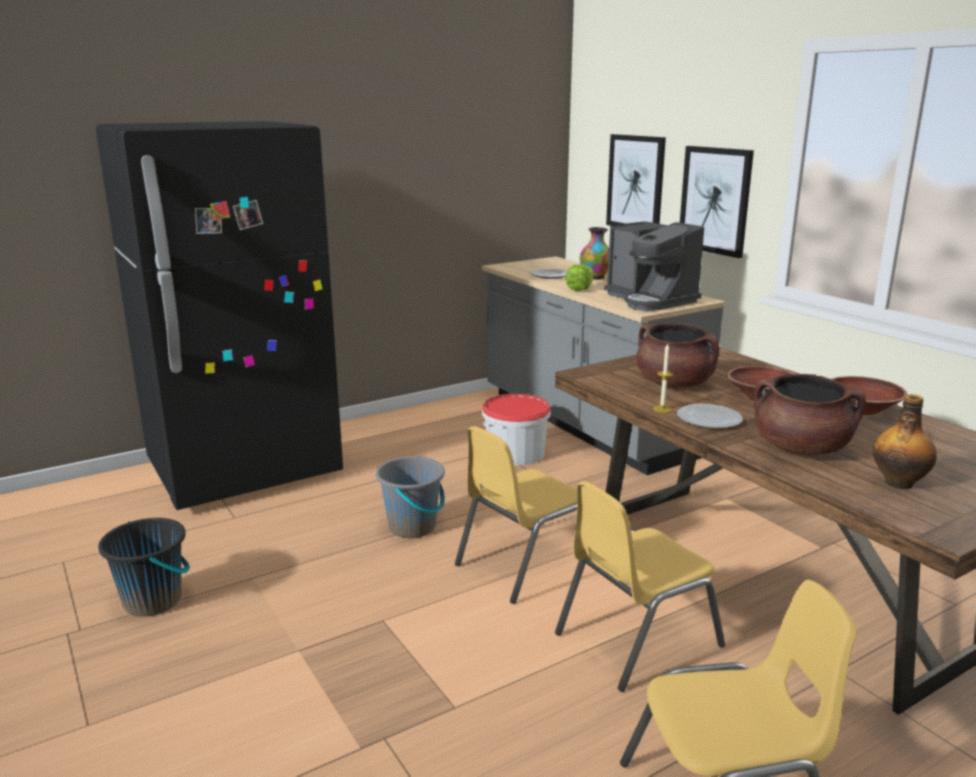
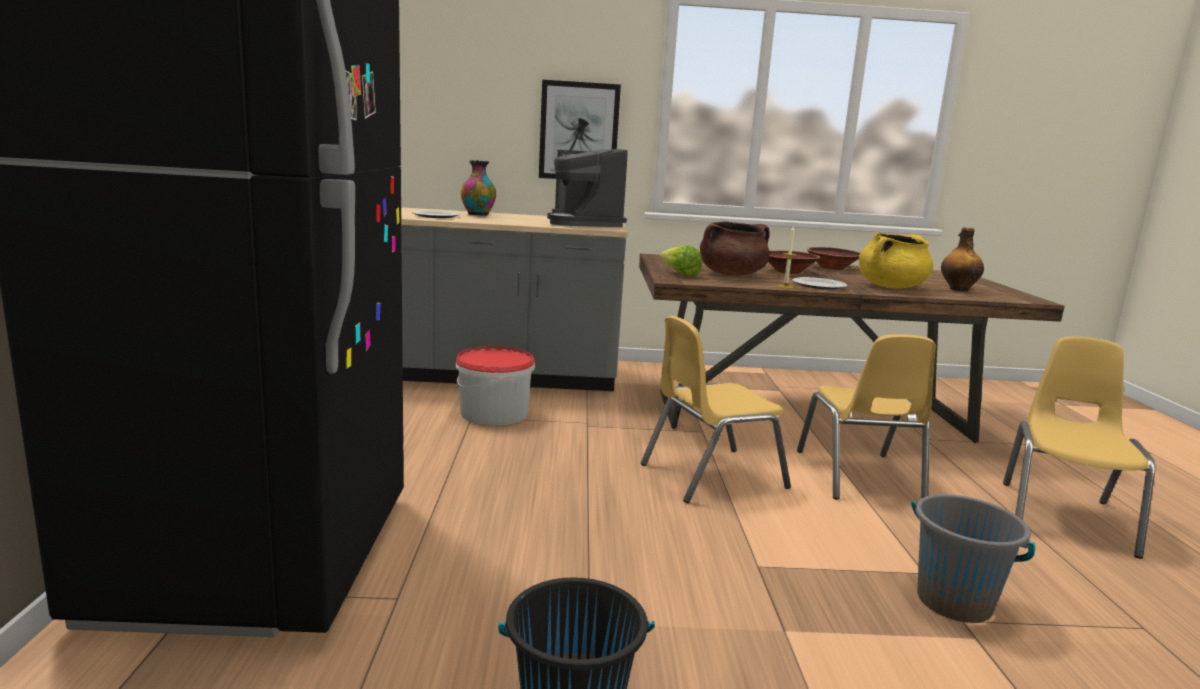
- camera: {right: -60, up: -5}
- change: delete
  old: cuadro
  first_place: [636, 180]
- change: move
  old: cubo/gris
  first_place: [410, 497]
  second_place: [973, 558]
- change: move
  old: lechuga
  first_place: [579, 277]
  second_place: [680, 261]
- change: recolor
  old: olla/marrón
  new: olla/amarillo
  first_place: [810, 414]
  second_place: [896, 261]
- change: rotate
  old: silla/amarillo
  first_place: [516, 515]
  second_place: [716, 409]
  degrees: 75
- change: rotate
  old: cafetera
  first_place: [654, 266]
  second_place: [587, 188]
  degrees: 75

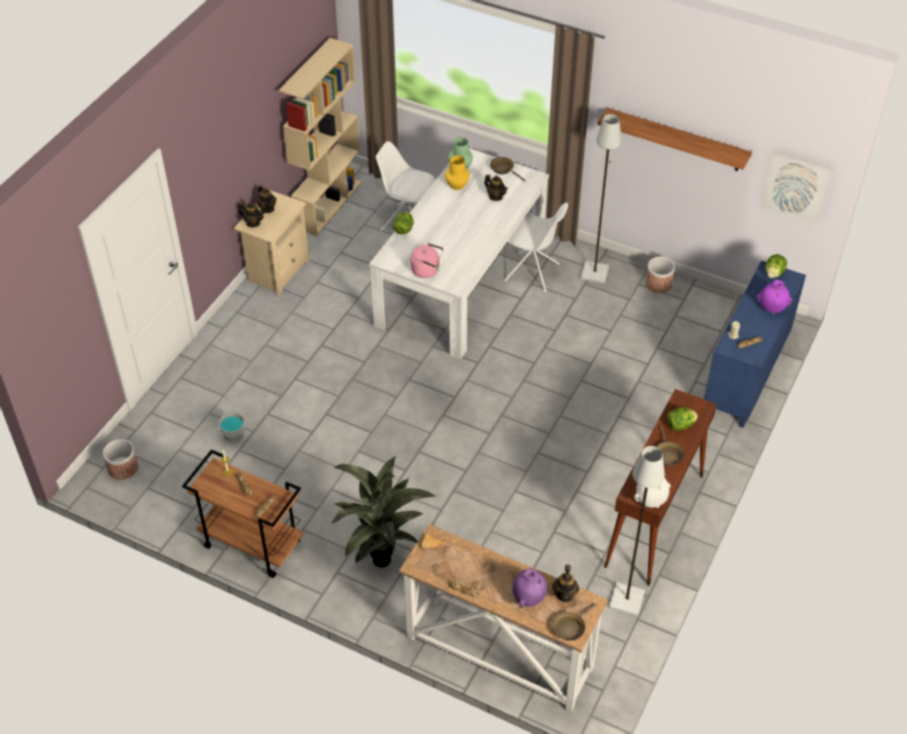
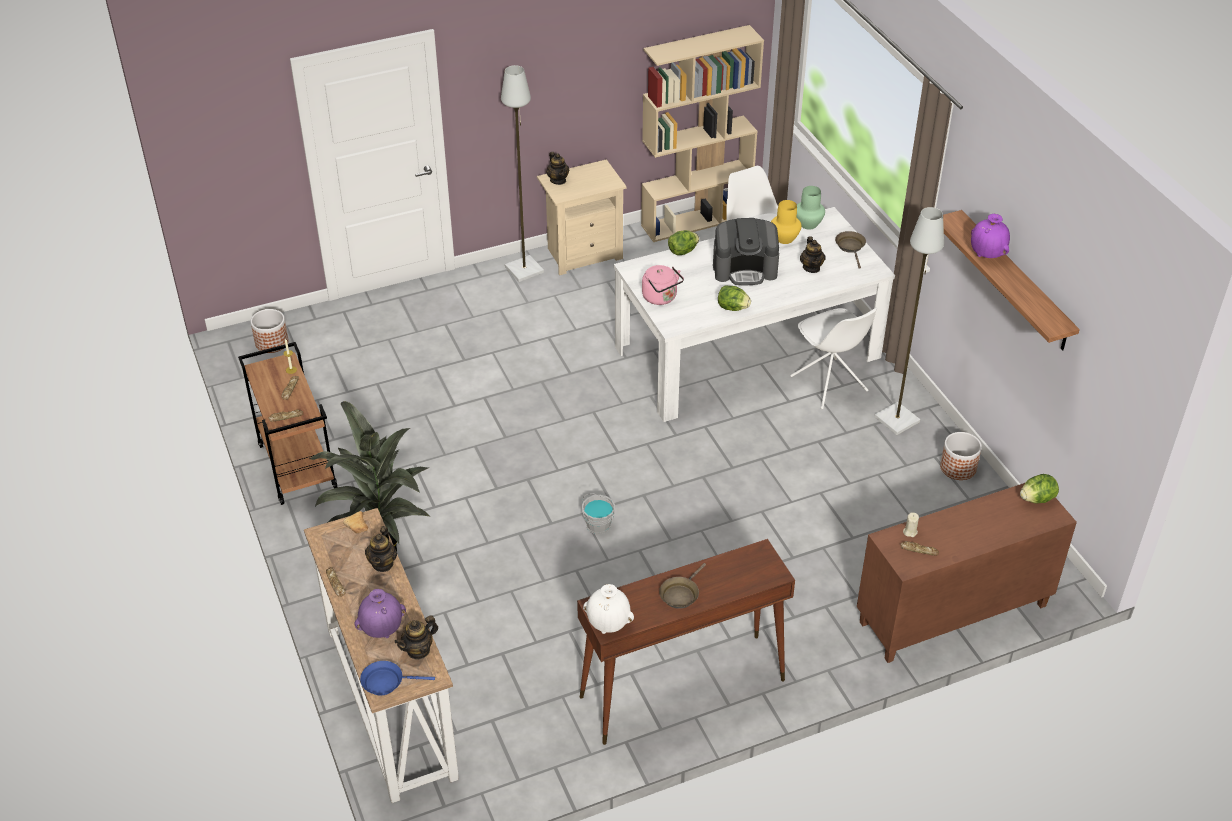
- camera: {right: 40, up: -5}
- change: delete
  old: cuadro
  first_place: [796, 187]
- change: insert
  new: cafetera
  second_place: [746, 251]
- change: move
  old: cubo/gris
  first_place: [231, 428]
  second_place: [598, 513]
- change: move
  old: tetera
  first_place: [266, 199]
  second_place: [381, 549]
- change: move
  old: lámpara de pie/gris
  first_place: [637, 531]
  second_place: [522, 173]
- change: move
  old: lechuga
  first_place: [682, 419]
  second_place: [734, 298]
- change: move
  old: florero/morado
  first_place: [774, 297]
  second_place: [990, 236]
- change: recolor
  old: sartén/marrón
  new: sartén/azul
  first_place: [574, 621]
  second_place: [397, 678]
- change: recolor
  old: armario/azul
  new: armario/marrón
  first_place: [755, 344]
  second_place: [967, 573]

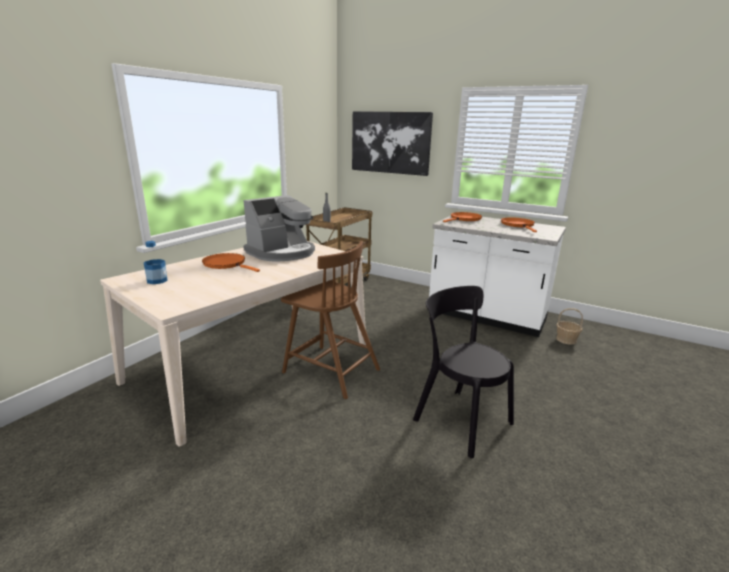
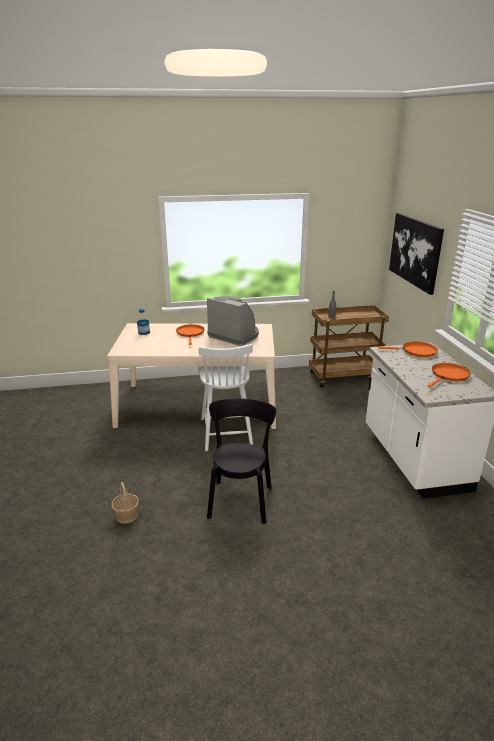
- camera: {right: 50, up: 5}
- change: move
  old: cesta
  first_place: [569, 326]
  second_place: [125, 503]
- change: recolor
  old: silla/marrón
  new: silla/blanco
  first_place: [330, 320]
  second_place: [225, 397]
- change: rotate
  old: cafetera
  first_place: [279, 228]
  second_place: [233, 321]
  degrees: -150

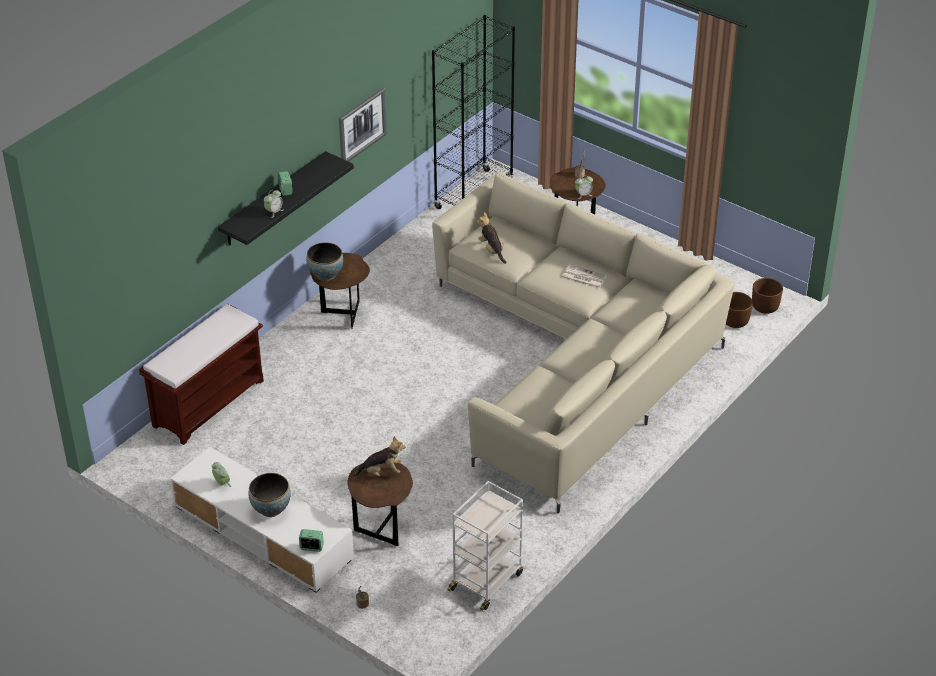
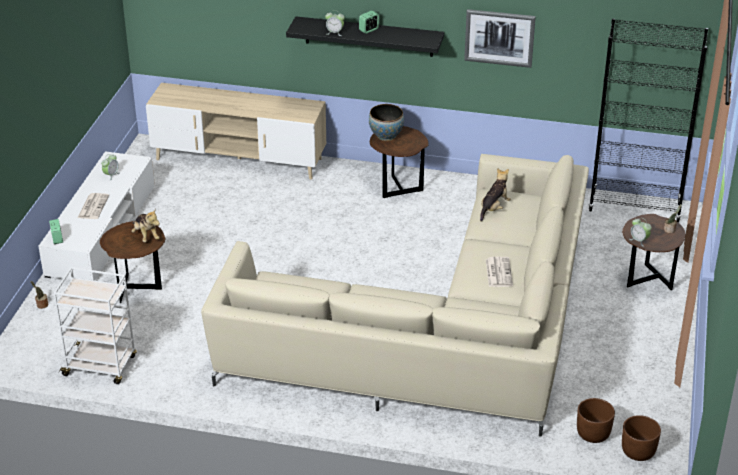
- camera: {right: 65, up: -5}
- change: replace
  old: banco/marrón
  new: mueble de televisión/beis
  first_place: [201, 374]
  second_place: [236, 131]
- change: replace
  old: cuenco
  new: periódico
  first_place: [269, 495]
  second_place: [93, 206]

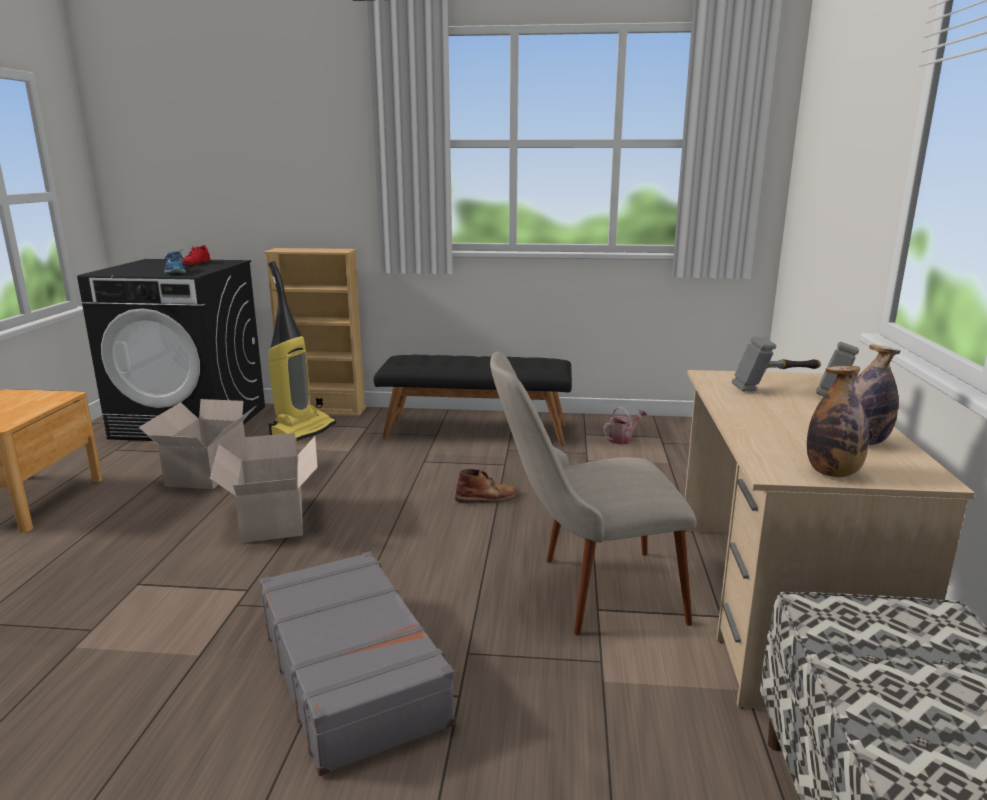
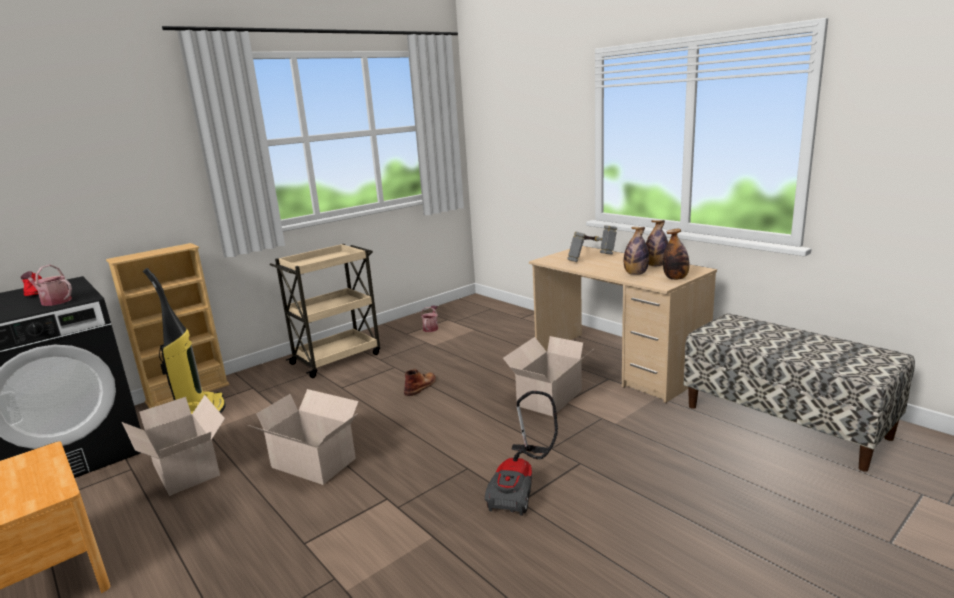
- camera: {right: -45, up: 0}
- change: insert
  new: botella
  second_place: [636, 251]
- change: replace
  old: zapato
  new: regadera
  first_place: [175, 261]
  second_place: [46, 285]
- change: replace
  old: maleta/gris
  new: aspiradora
  first_place: [357, 663]
  second_place: [521, 453]
- change: replace
  old: banco/negro
  new: carrito/beis
  first_place: [473, 400]
  second_place: [325, 311]
- change: replace
  old: silla/beis
  new: caja de cartón
  first_place: [593, 493]
  second_place: [547, 376]

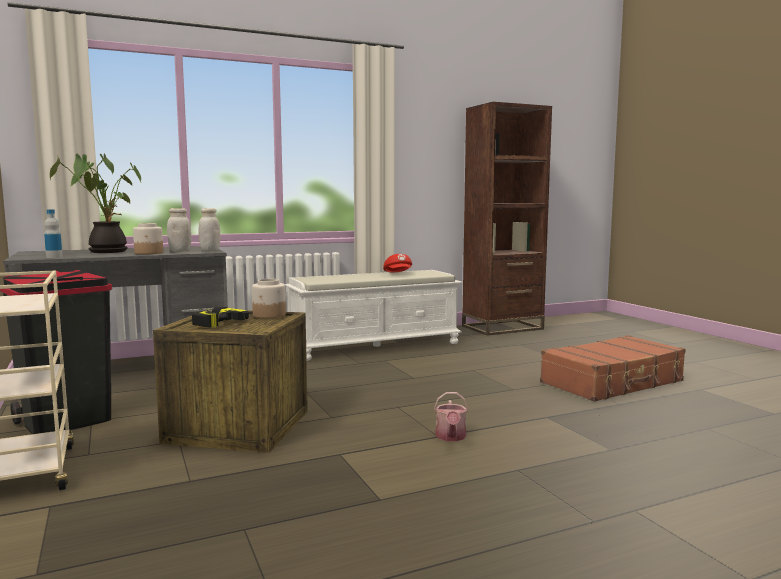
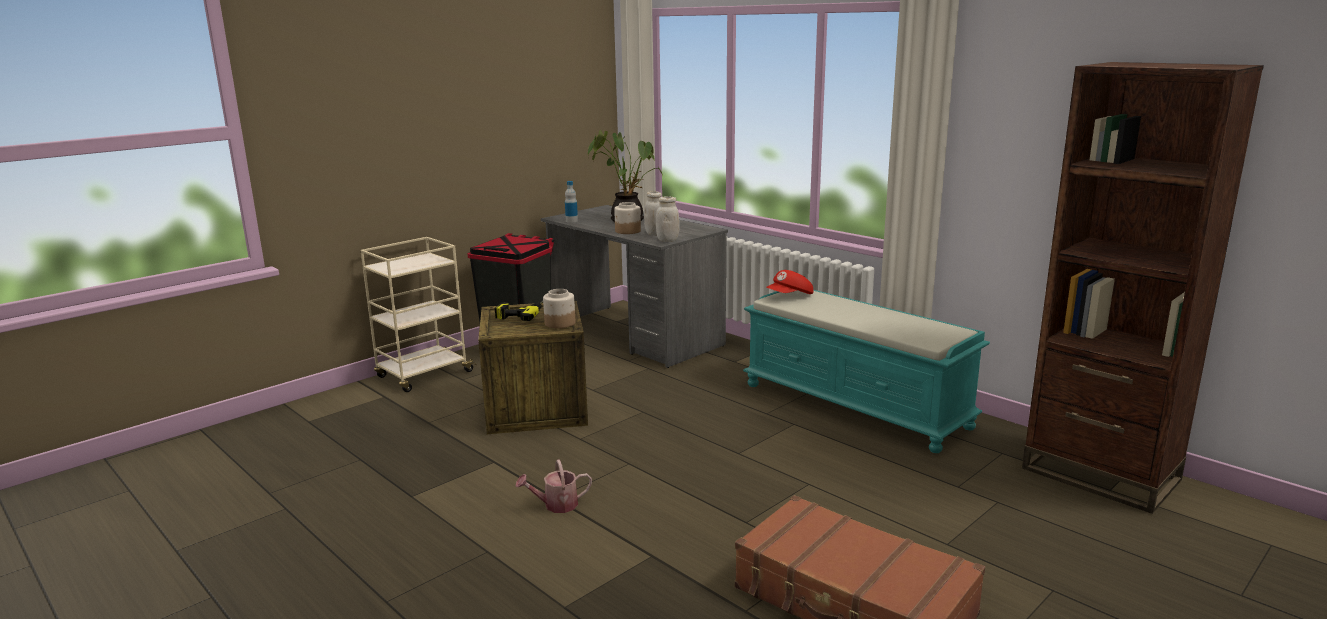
- camera: {right: 70, up: 10}
- change: move
  old: gorra/rojo
  first_place: [397, 263]
  second_place: [790, 282]
- change: recolor
  old: banco/blanco
  new: banco/turquesa
  first_place: [374, 315]
  second_place: [866, 371]

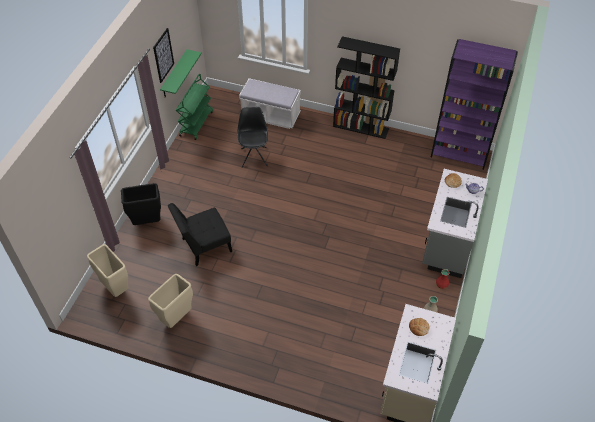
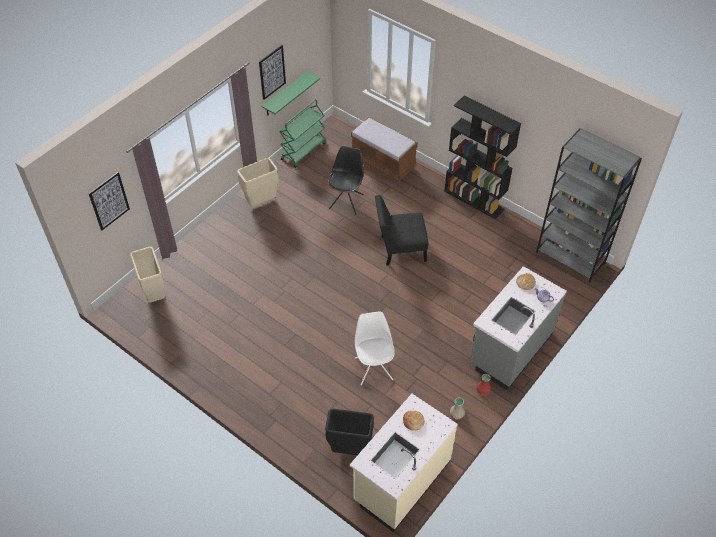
- camera: {right: 20, up: 0}
- change: insert
  new: cuadro
  second_place: [109, 201]
- change: insert
  new: silla/blanco
  second_place: [375, 348]
- change: move
  old: papelera/negro
  first_place: [141, 204]
  second_place: [349, 432]
- change: move
  old: papelera/beis
  first_place: [170, 301]
  second_place: [258, 182]
- change: move
  old: silla/negro
  first_place: [200, 234]
  second_place: [401, 230]
- change: recolor
  old: banco/blanco
  new: banco/marrón
  first_place: [270, 103]
  second_place: [384, 149]
- change: recolor
  old: estantería/morado
  new: estantería/gris
  first_place: [474, 104]
  second_place: [589, 205]

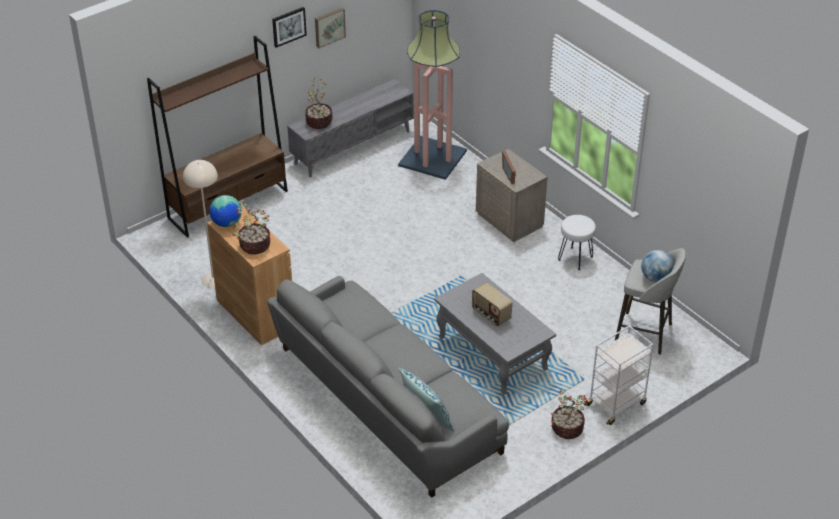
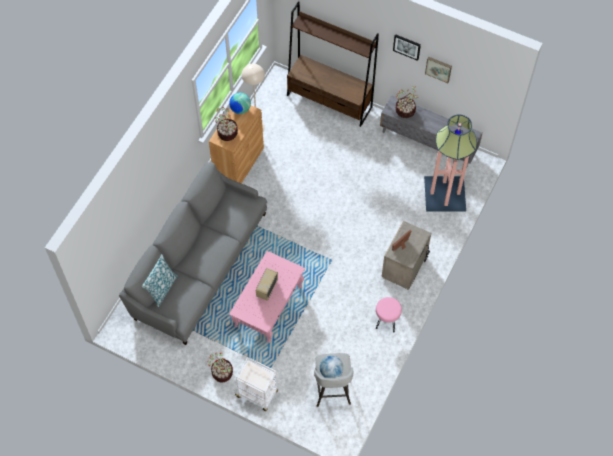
- camera: {right: 65, up: 20}
- change: recolor
  old: mesa de centro/gris
  new: mesa de centro/rosa
  first_place: [495, 334]
  second_place: [267, 297]
- change: recolor
  old: taburete/blanco
  new: taburete/rosa
  first_place: [577, 242]
  second_place: [389, 314]

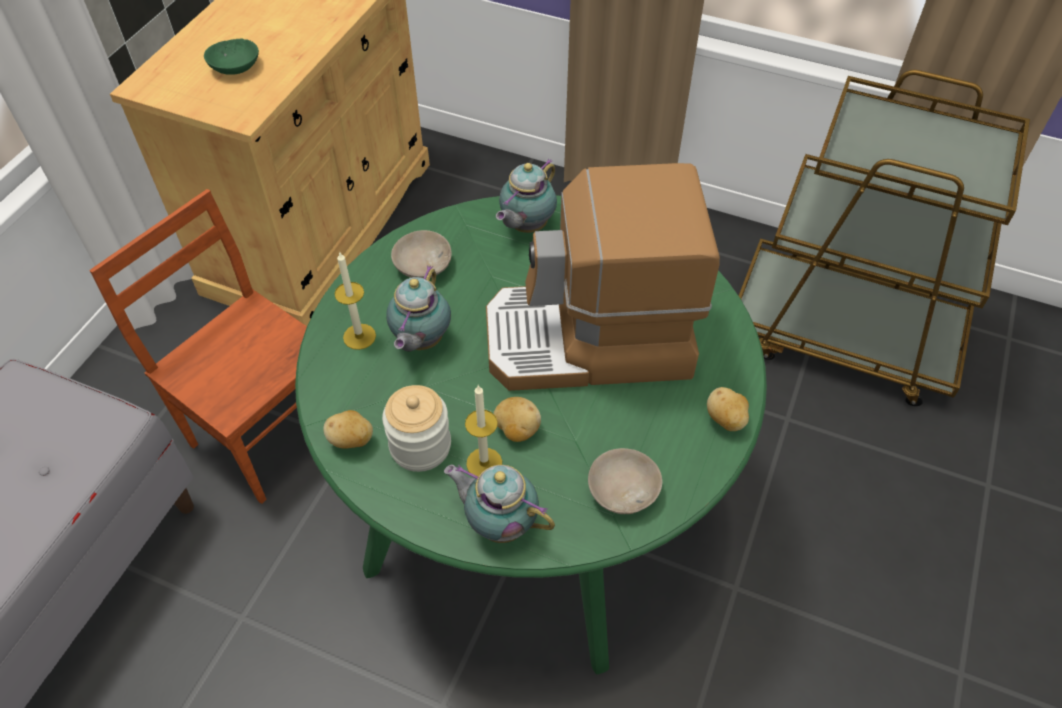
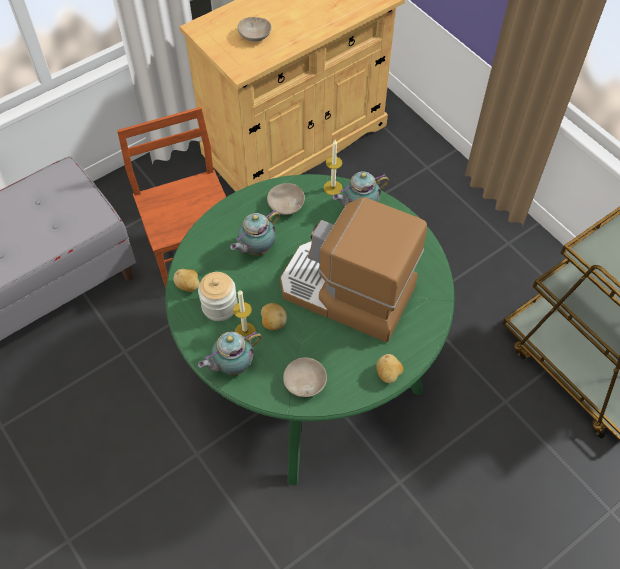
- camera: {right: 30, up: 5}
- change: move
  old: vela
  first_place: [355, 300]
  second_place: [333, 167]
- change: recolor
  old: cuenco/verde
  new: cuenco/beis
  first_place: [231, 56]
  second_place: [254, 29]
- change: rotate
  old: tetera
  first_place: [499, 504]
  second_place: [230, 353]
  degrees: -90

